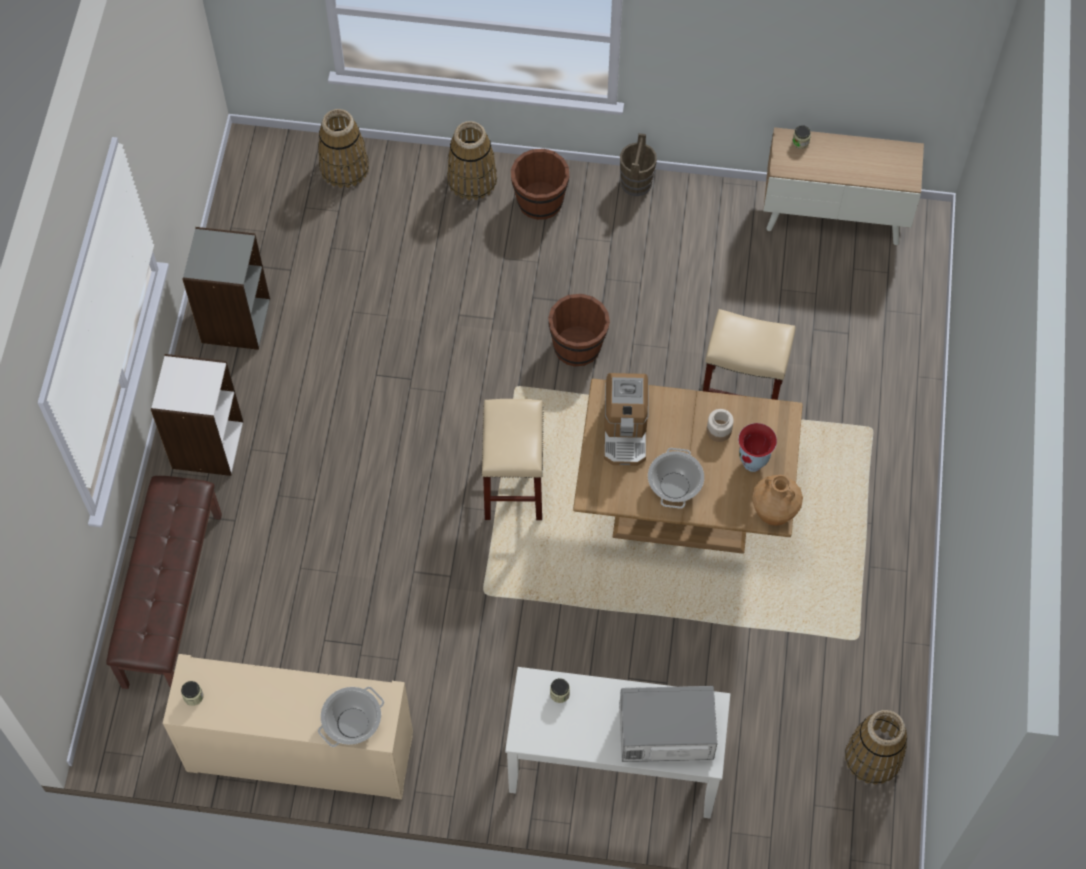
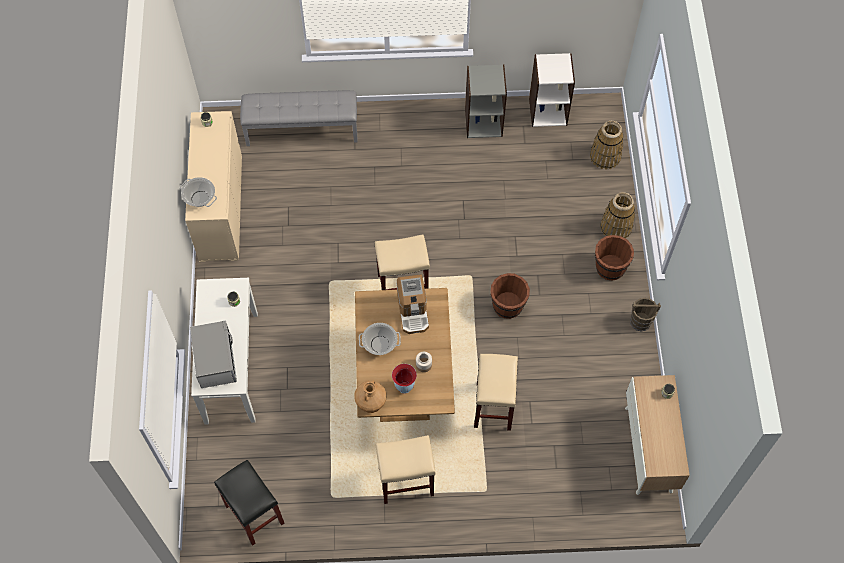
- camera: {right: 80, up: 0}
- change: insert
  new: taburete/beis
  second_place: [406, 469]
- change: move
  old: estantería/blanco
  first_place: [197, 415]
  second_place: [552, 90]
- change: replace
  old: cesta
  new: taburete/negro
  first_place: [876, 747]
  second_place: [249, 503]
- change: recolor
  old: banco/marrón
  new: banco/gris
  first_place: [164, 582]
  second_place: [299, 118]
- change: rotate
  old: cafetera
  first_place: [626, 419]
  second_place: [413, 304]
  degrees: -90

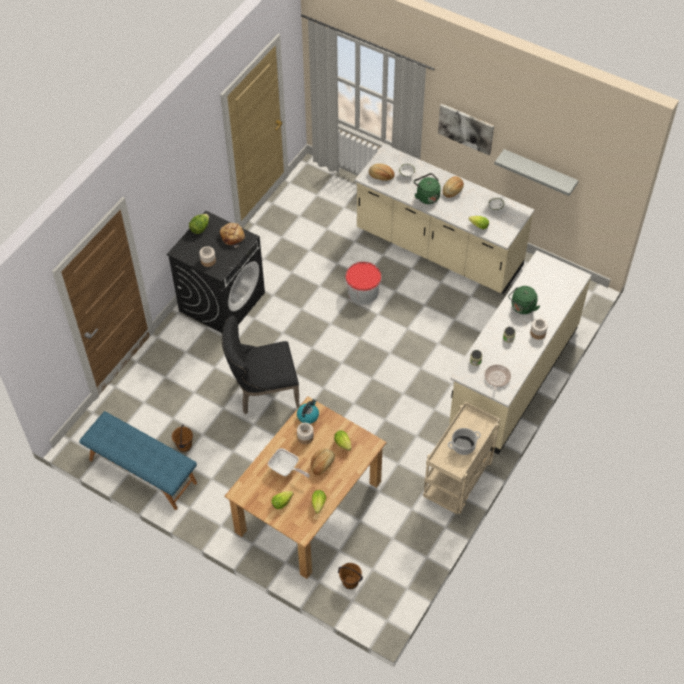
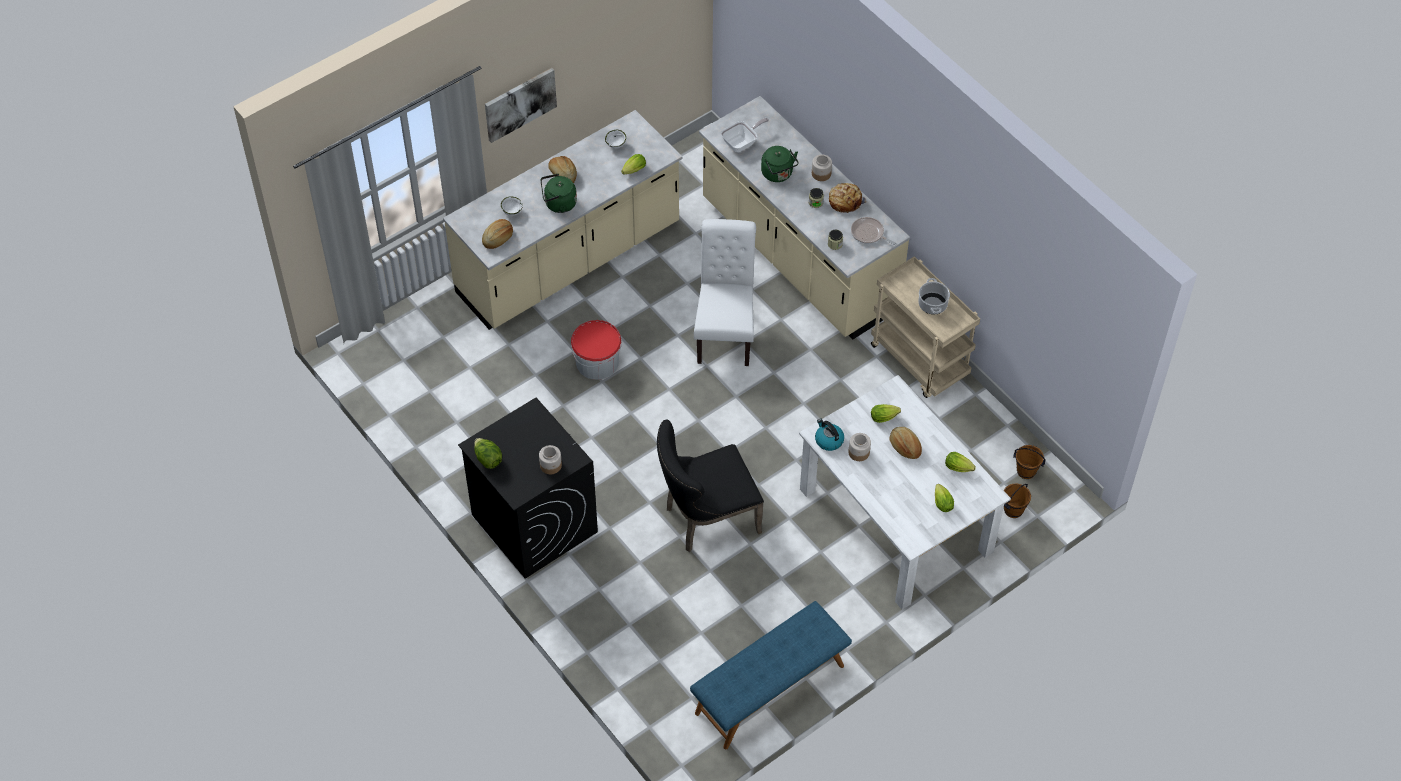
- camera: {right: -70, up: 0}
- change: delete
  old: estante/gris
  first_place: [536, 172]
- change: insert
  new: silla/blanco
  second_place: [725, 292]
- change: move
  old: cubo/marrón
  first_place: [182, 438]
  second_place: [1029, 462]
- change: move
  old: pan
  first_place: [232, 235]
  second_place: [848, 198]
- change: move
  old: sartén
  first_place: [289, 463]
  second_place: [745, 135]
- change: recolor
  old: mesa de comedor/marrón
  new: mesa de comedor/blanco
  first_place: [306, 487]
  second_place: [905, 492]
- change: rotate
  old: silla/negro
  first_place: [261, 365]
  second_place: [710, 485]
  degrees: 60

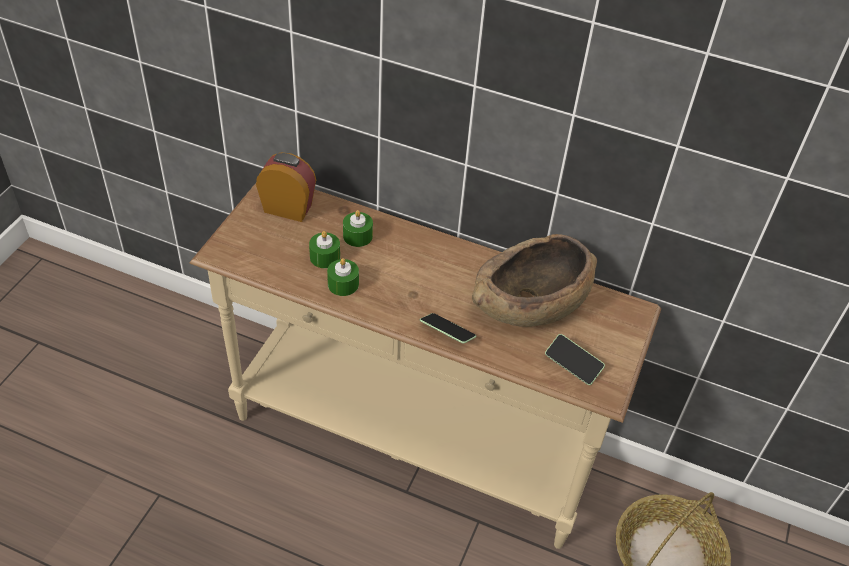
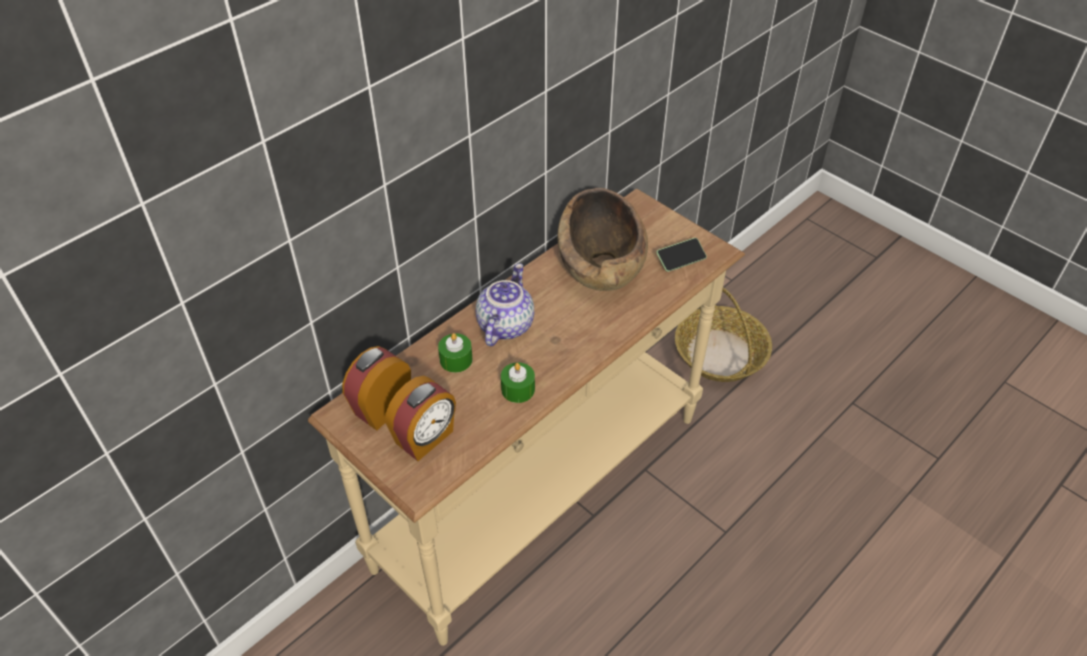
- camera: {right: -65, up: 0}
- change: delete
  old: vela/verde
  first_place: [324, 249]
- change: delete
  old: móvil
  first_place: [448, 328]
- change: insert
  new: despertador
  second_place: [420, 418]
- change: insert
  new: tetera
  second_place: [505, 305]

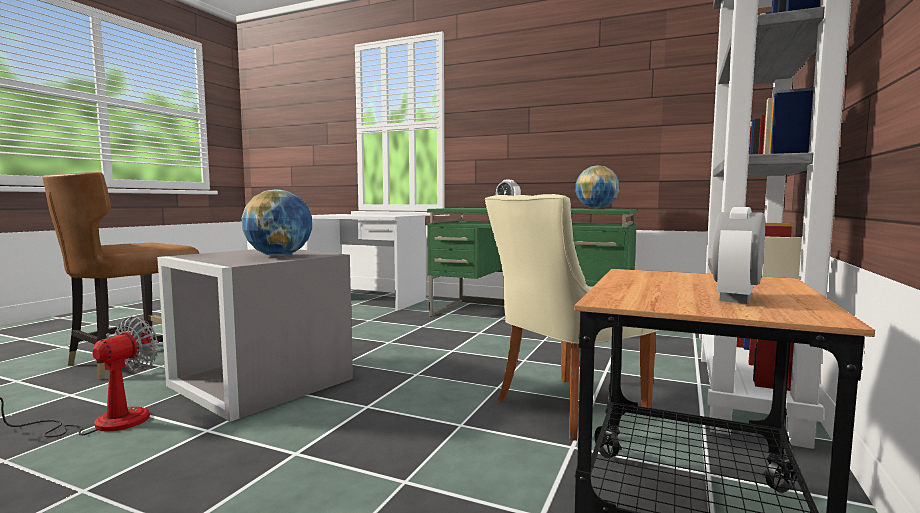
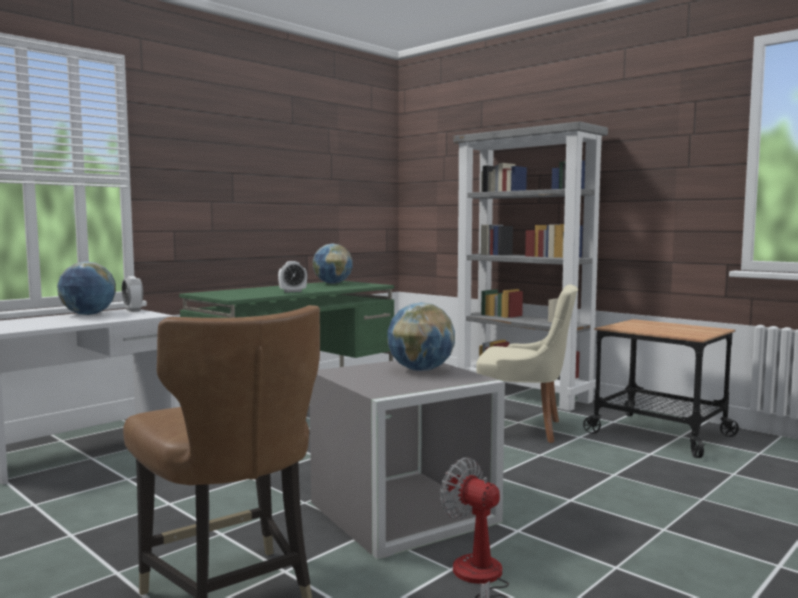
- camera: {right: -70, up: 0}
- change: insert
  new: globo terráqueo
  second_place: [86, 288]
- change: move
  old: despertador
  first_place: [738, 255]
  second_place: [132, 294]
- change: rotate
  old: silla/beis
  first_place: [572, 317]
  second_place: [527, 364]
  degrees: -60

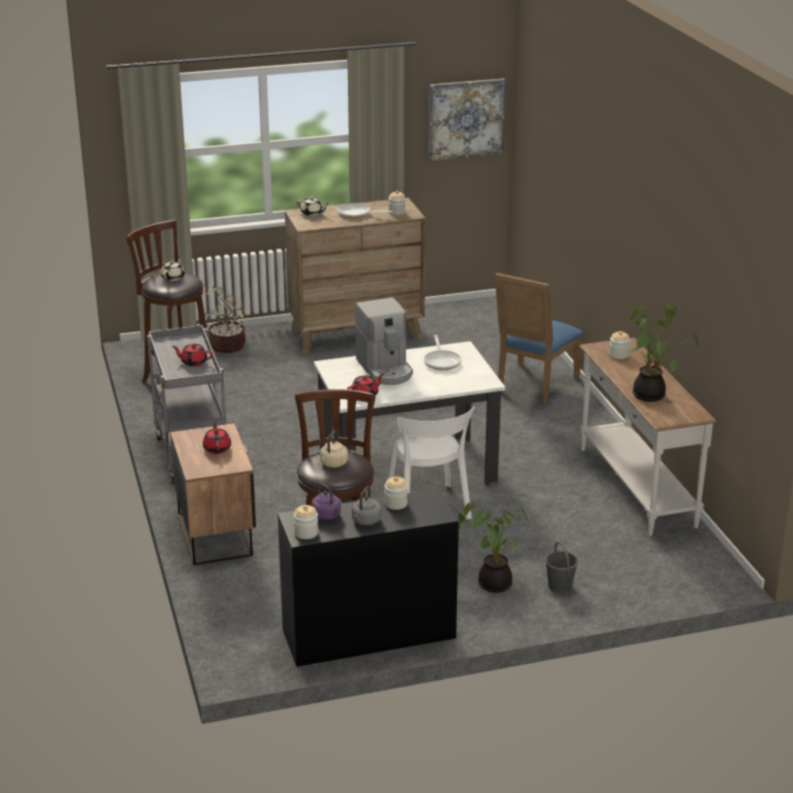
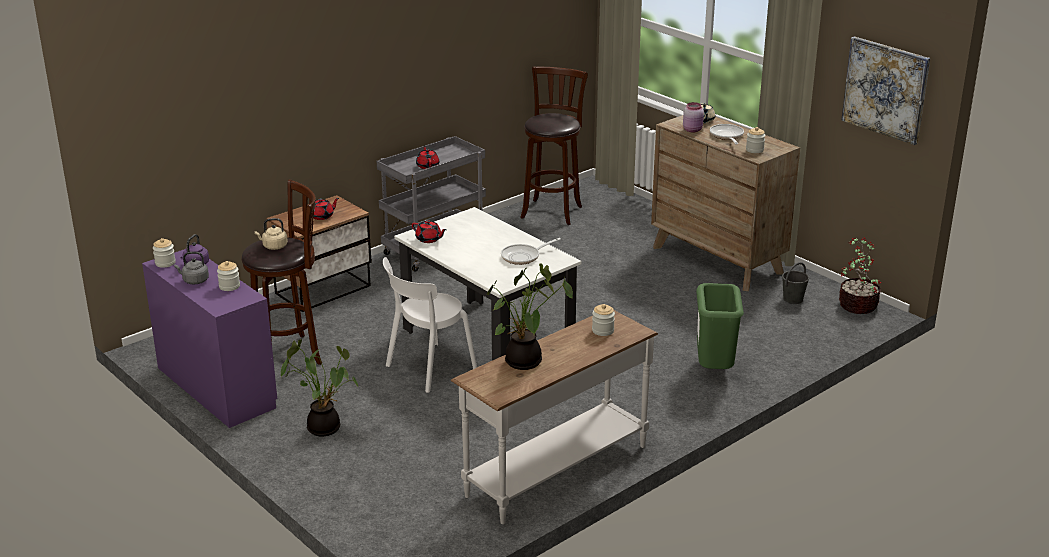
- camera: {right: 65, up: 0}
- change: delete
  old: tetera/beis
  first_place: [172, 269]
- change: delete
  old: cafetera
  first_place: [384, 341]
- change: insert
  new: tarro/rosa
  second_place: [693, 117]
- change: move
  old: planta en maceta
  first_place: [225, 319]
  second_place: [860, 276]
- change: move
  old: cubo/gris
  first_place: [561, 567]
  second_place: [795, 283]
- change: replace
  old: silla/azul
  new: papelera/verde
  first_place: [539, 338]
  second_place: [720, 326]
- change: recolor
  old: escritorio/negro
  new: escritorio/morado
  first_place: [368, 578]
  second_place: [209, 338]

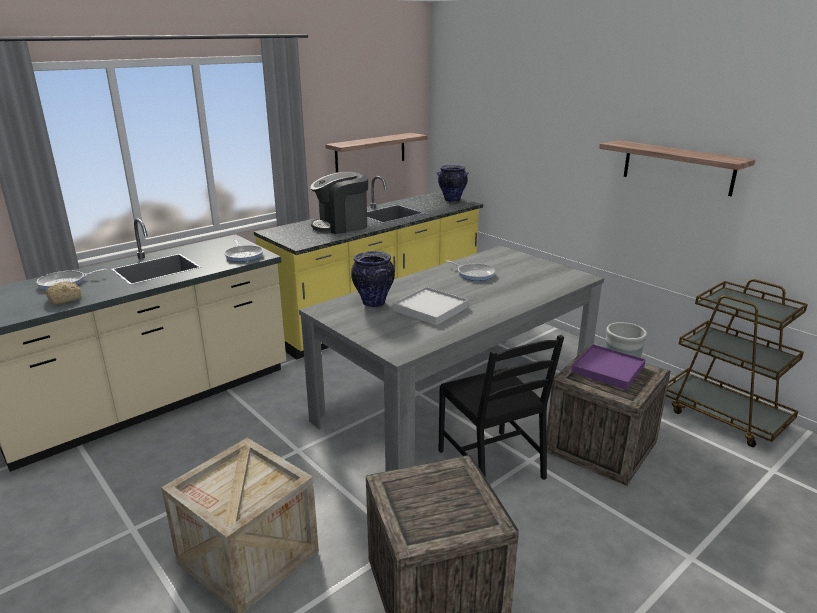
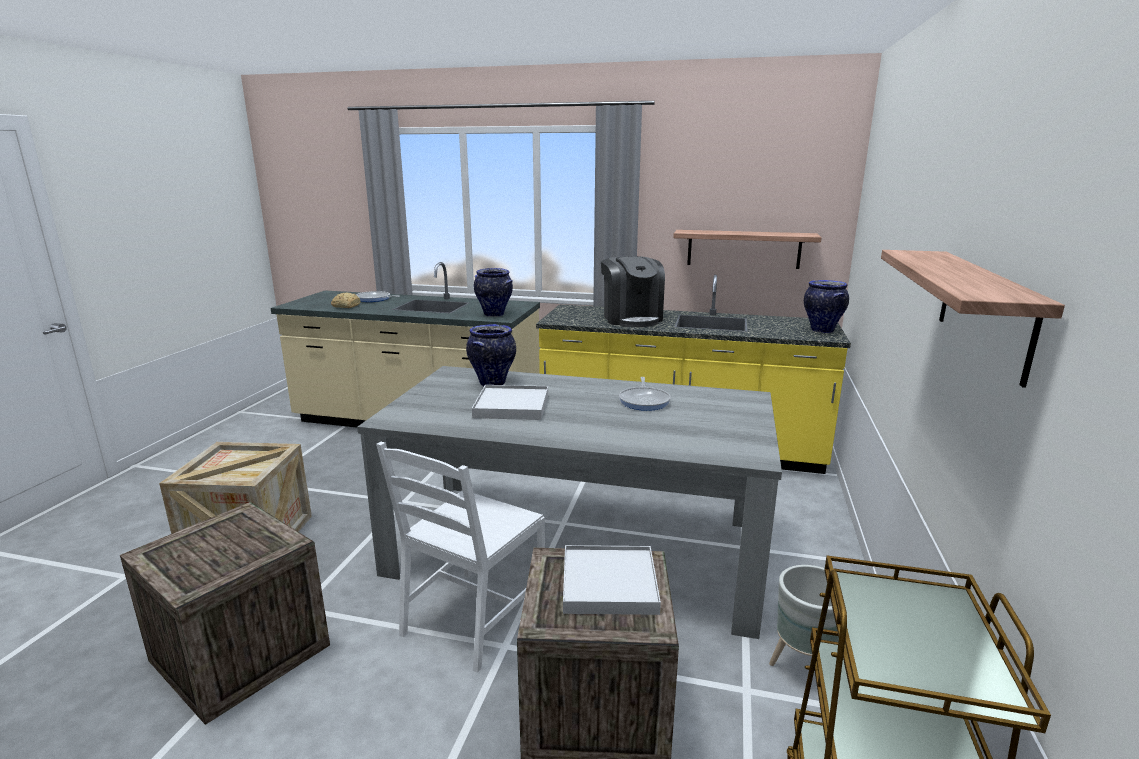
- camera: {right: 55, up: -5}
- change: replace
  old: sartén
  new: florero
  first_place: [243, 250]
  second_place: [493, 292]
- change: recolor
  old: silla/negro
  new: silla/blanco
  first_place: [501, 407]
  second_place: [460, 557]
- change: recolor
  old: bandeja/morado
  new: bandeja/blanco
  first_place: [608, 367]
  second_place: [612, 580]
- change: rotate
  old: cafetera
  first_place: [339, 202]
  second_place: [633, 291]
  degrees: -135

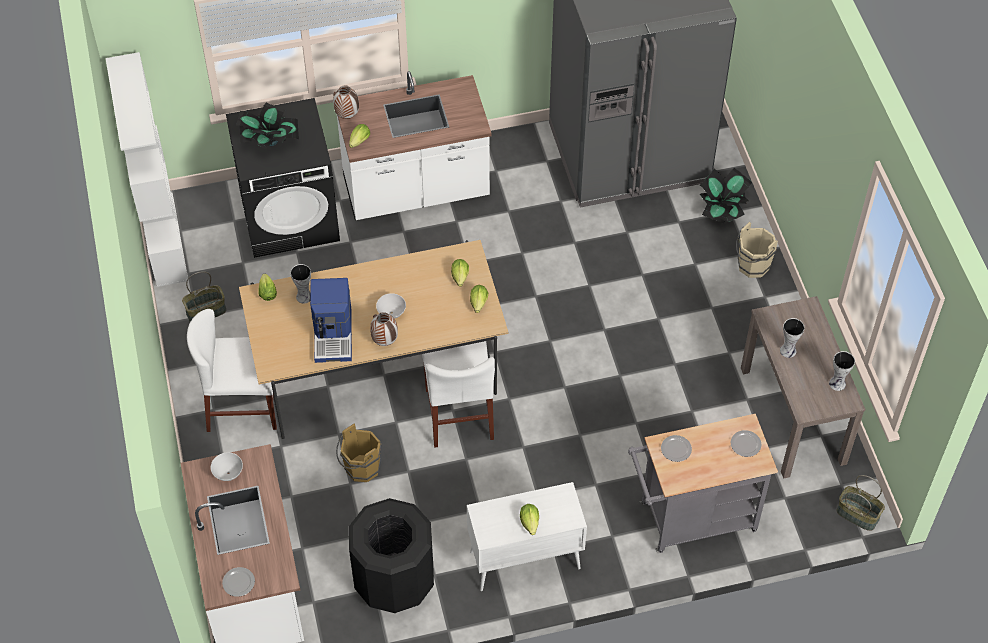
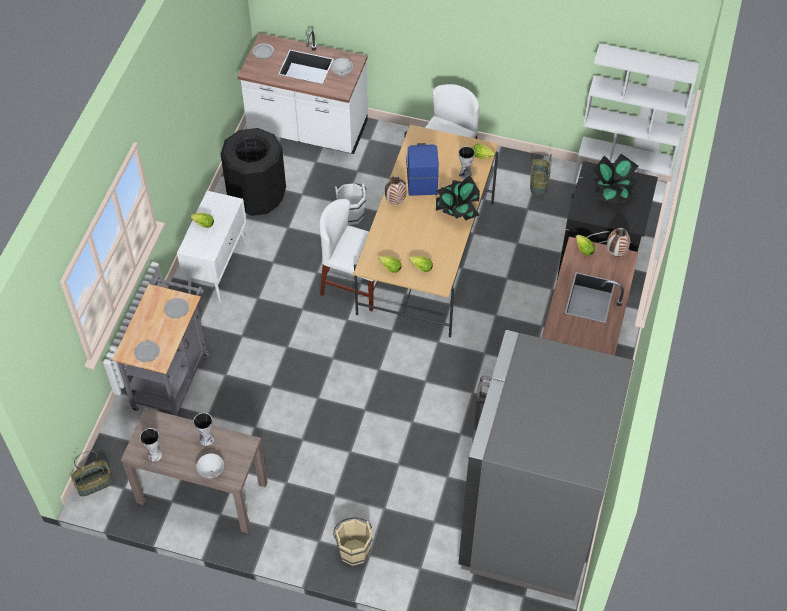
- camera: {right: 120, up: 0}
- change: move
  old: cuenco/blanco
  first_place: [391, 306]
  second_place: [210, 466]
- change: move
  old: planta en maceta
  first_place: [726, 195]
  second_place: [458, 198]
- change: recolor
  old: cubo/marrón
  new: cubo/blanco
  first_place: [358, 453]
  second_place: [350, 204]
- change: rotate
  old: cafetera
  first_place: [331, 320]
  second_place: [422, 169]
  degrees: 60

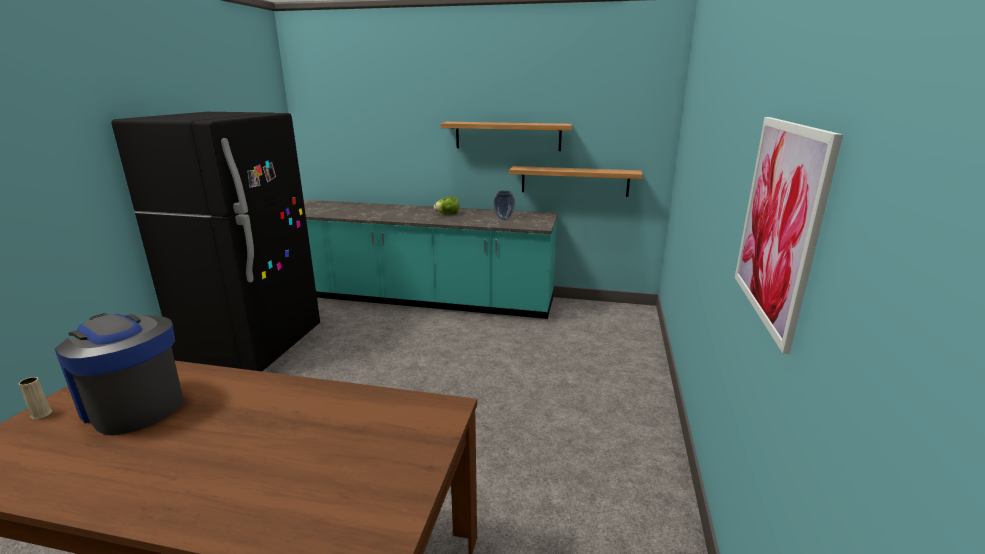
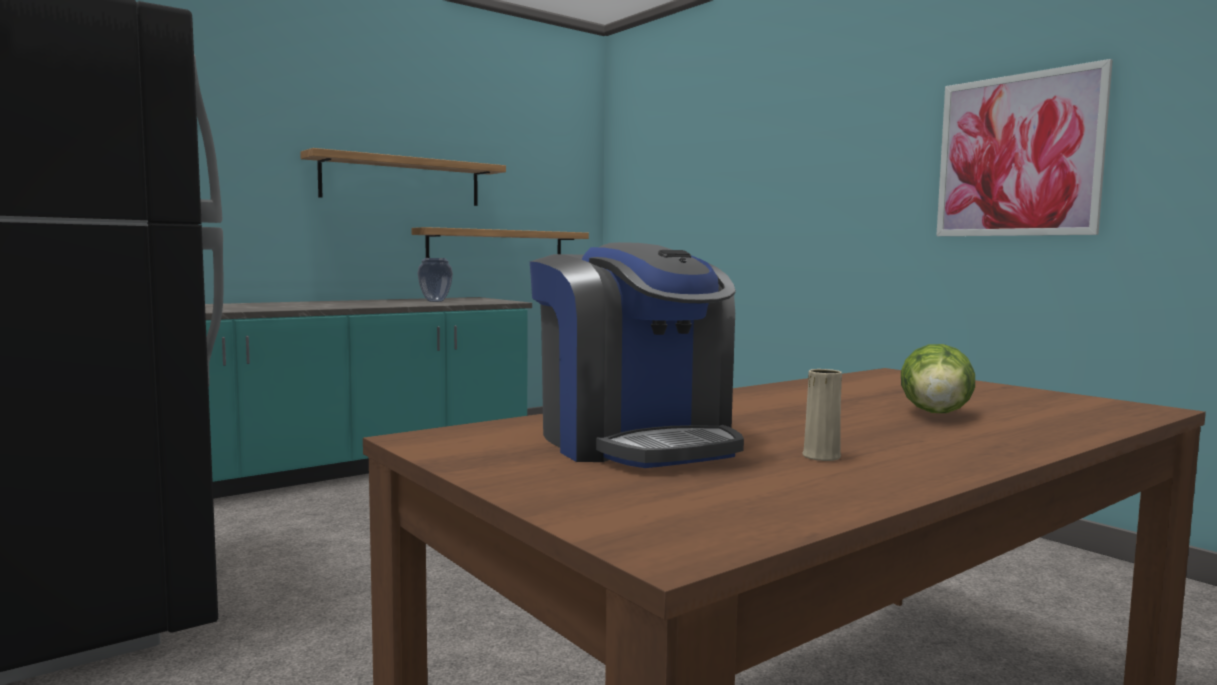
- camera: {right: -50, up: -15}
- change: move
  old: florero/beis
  first_place: [35, 398]
  second_place: [822, 415]
- change: move
  old: lechuga
  first_place: [446, 205]
  second_place: [938, 378]
- change: rotate
  old: cafetera
  first_place: [119, 374]
  second_place: [637, 355]
  degrees: -105

